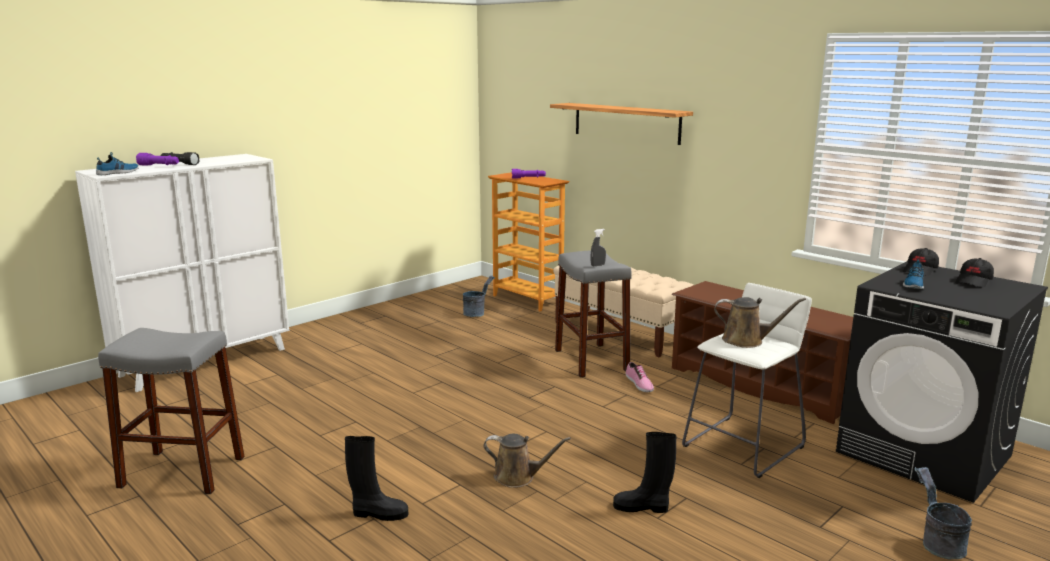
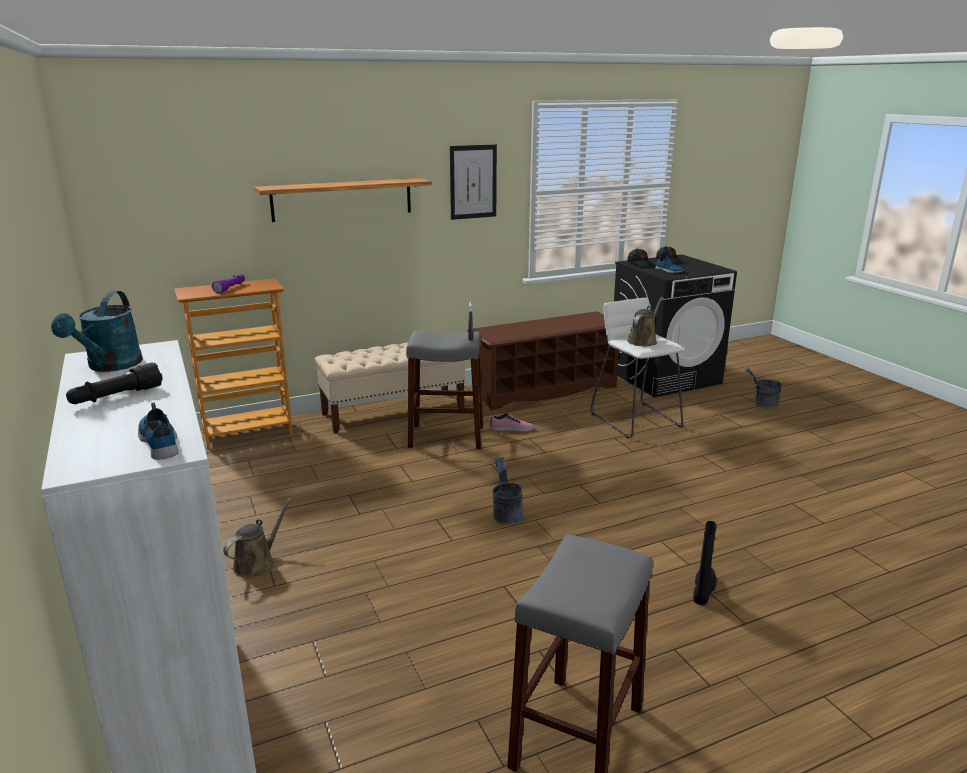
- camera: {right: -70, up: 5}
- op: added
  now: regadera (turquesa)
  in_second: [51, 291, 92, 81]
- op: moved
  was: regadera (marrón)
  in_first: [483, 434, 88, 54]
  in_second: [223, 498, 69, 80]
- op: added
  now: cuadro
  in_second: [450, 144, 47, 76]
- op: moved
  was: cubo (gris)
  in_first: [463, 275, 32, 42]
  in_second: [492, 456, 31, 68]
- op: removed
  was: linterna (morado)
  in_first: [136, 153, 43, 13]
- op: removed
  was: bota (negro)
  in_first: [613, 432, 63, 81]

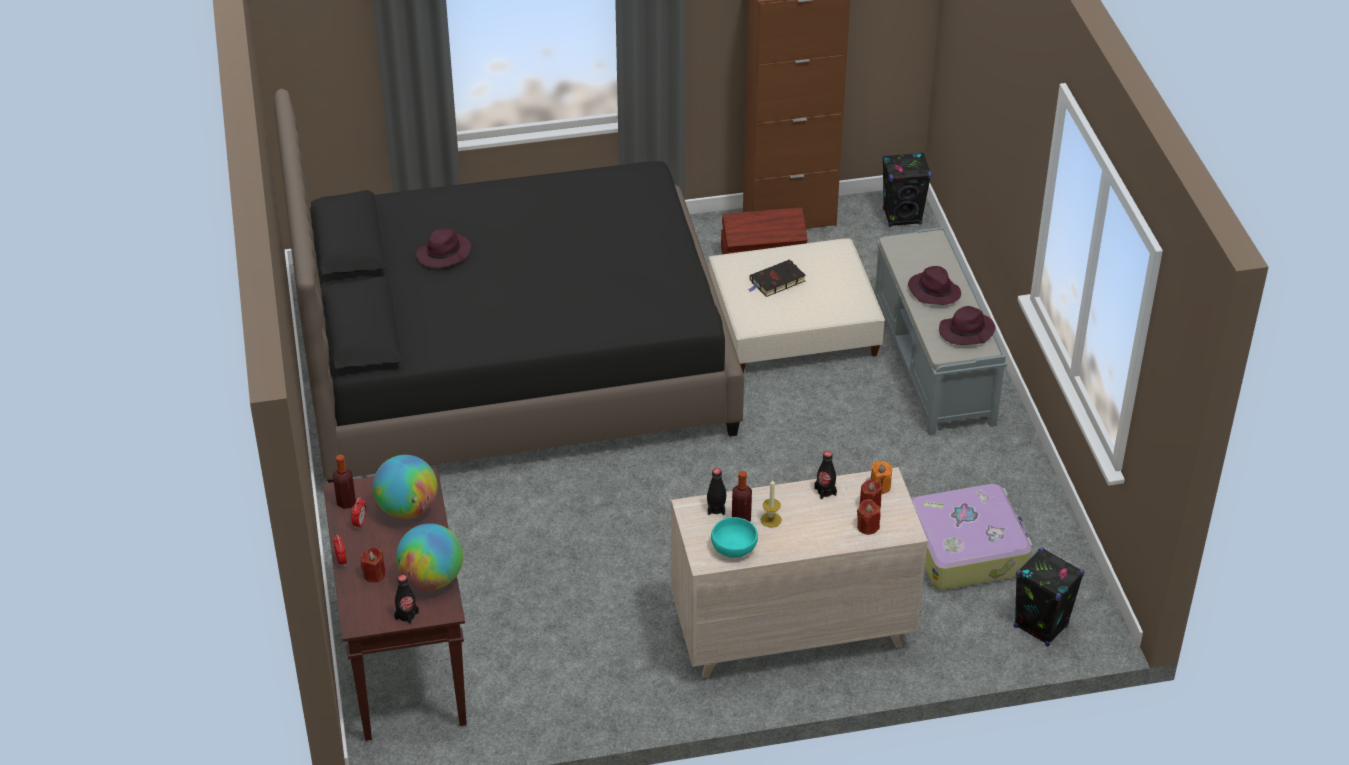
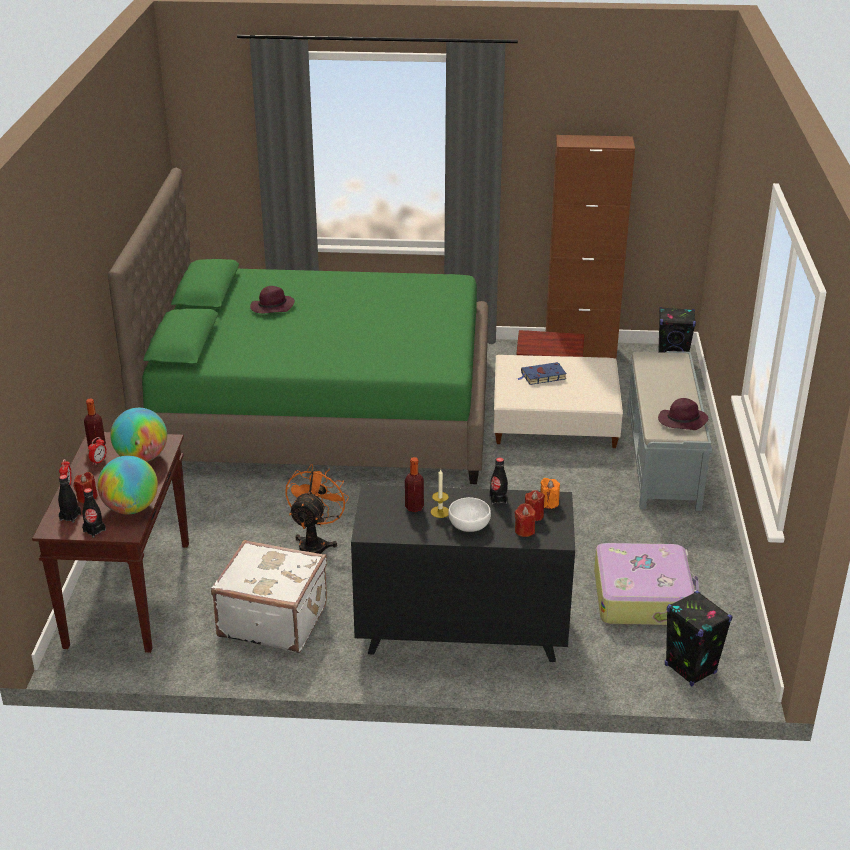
- camera: {right: 15, up: -10}
- op: moved
  was: botella (negro)
  in_first: [707, 468, 19, 47]
  in_second: [58, 475, 23, 48]
- op: recoloured
  was: cama (negro)
  now: cama (verde)
  in_first: [274, 89, 470, 394]
  in_second: [108, 168, 381, 316]
- op: added
  now: maleta (blanco)
  in_second: [211, 540, 116, 113]
- op: added
  now: ventilador (naranja)
  in_second: [285, 464, 64, 90]
- op: recoloured
  was: cómoda (beis)
  now: cómoda (negro)
  in_first: [671, 467, 257, 211]
  in_second: [351, 485, 224, 177]
- op: added
  now: cuenco (blanco)
  in_second: [448, 497, 43, 35]
- op: recoloured
  was: libro (negro)
  now: libro (azul)
  in_first: [748, 259, 58, 38]
  in_second: [517, 362, 50, 23]
- op: removed
  was: cuenco (turquesa)
  in_first: [711, 517, 47, 41]
- op: removed
  was: sombrero (morado)
  in_first: [908, 266, 53, 39]

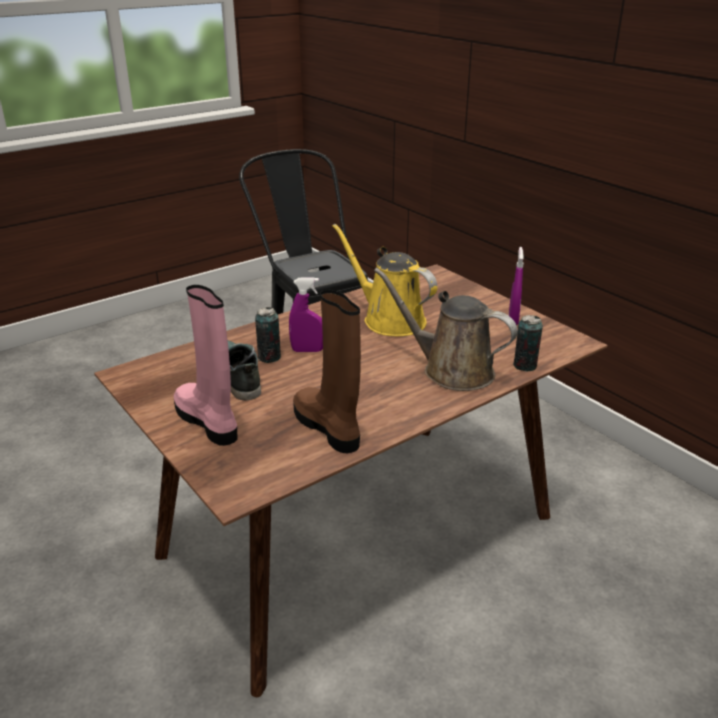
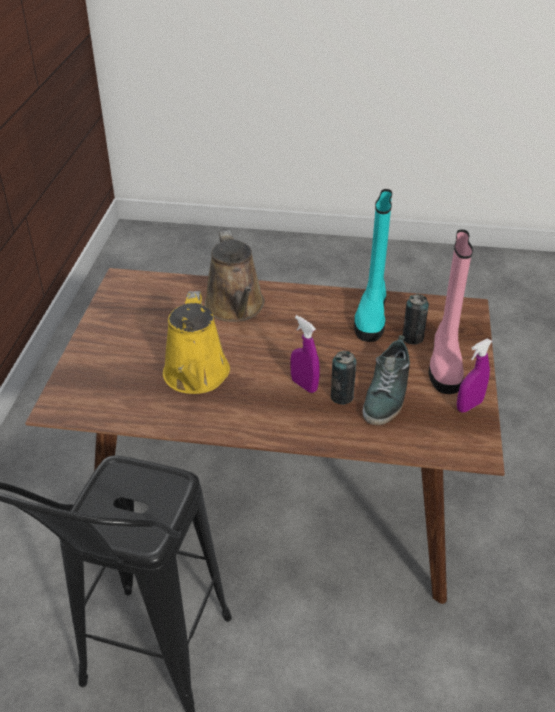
- camera: {right: -135, up: 10}
- op: recoloured
  was: bota (marrón)
  now: bota (turquesa)
  in_first: [293, 290, 68, 163]
  in_second: [354, 189, 38, 153]
- op: moved
  was: lata
  in_first: [513, 315, 30, 57]
  in_second: [402, 294, 27, 51]
- op: moved
  was: pulverizador (morado)
  in_first: [509, 247, 15, 78]
  in_second: [457, 339, 36, 73]

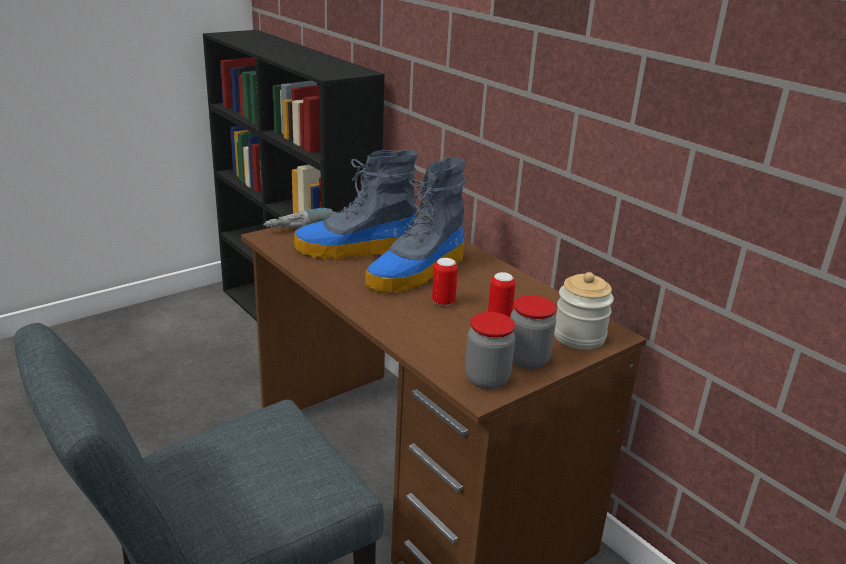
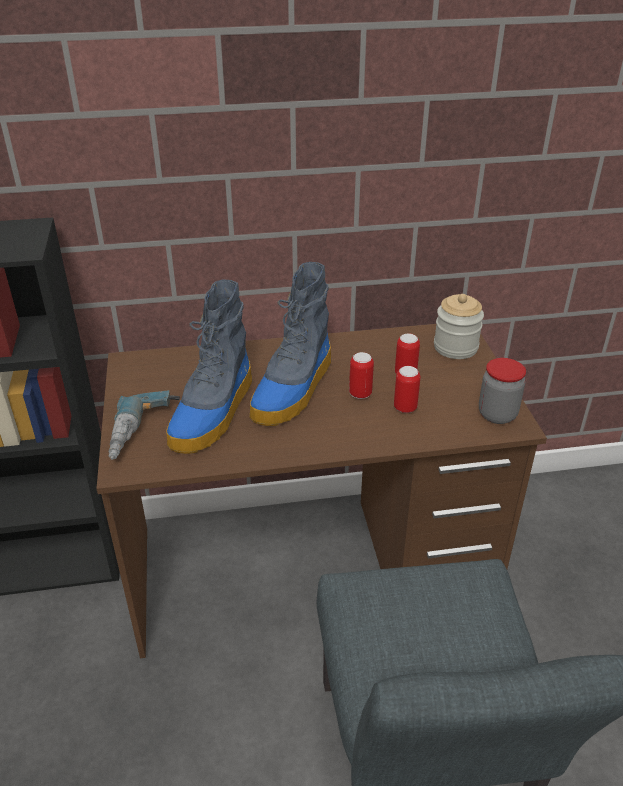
- camera: {right: -60, up: 10}
- op: turned
  was: bota
  in_first: [365, 157, 101, 137]
  in_second: [250, 262, 81, 164]
  clockwise: 45
- op: added
  now: lata
  in_second: [394, 366, 27, 47]
- op: removed
  was: tarro
  in_first: [510, 295, 46, 74]

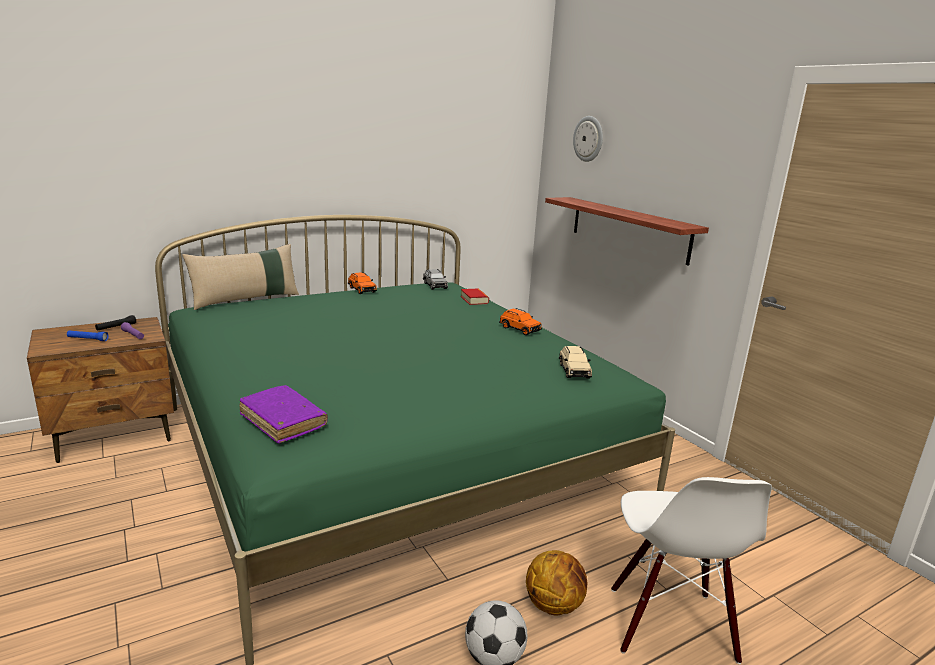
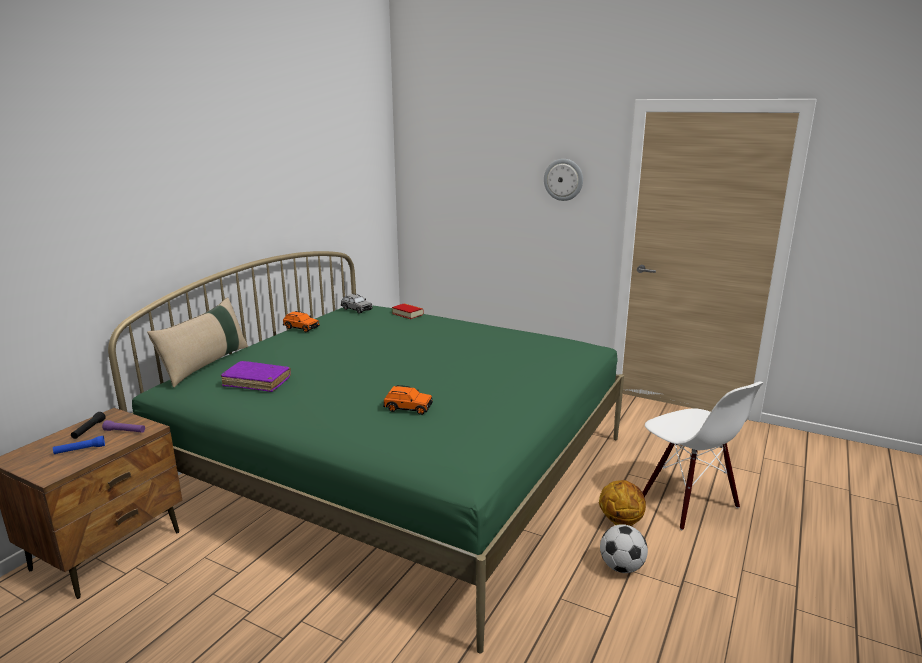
- camera: {right: -30, up: 0}
- op: moved
  was: libro (morado)
  in_first: [239, 385, 89, 58]
  in_second: [221, 361, 70, 31]
- op: moved
  was: coche de juguete (naranja)
  in_first: [499, 308, 43, 27]
  in_second: [383, 385, 50, 30]
- op: moved
  was: reloj de pared
  in_first: [573, 116, 30, 46]
  in_second: [544, 159, 39, 42]
- op: removed
  was: estante
  in_first: [545, 197, 164, 69]
- op: removed
  was: coche de juguete (beis)
  in_first: [559, 346, 33, 33]

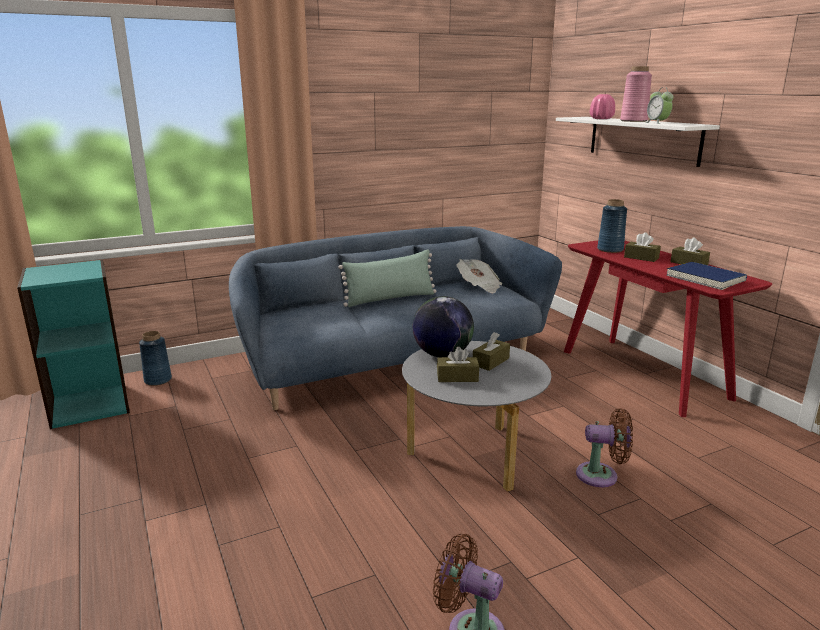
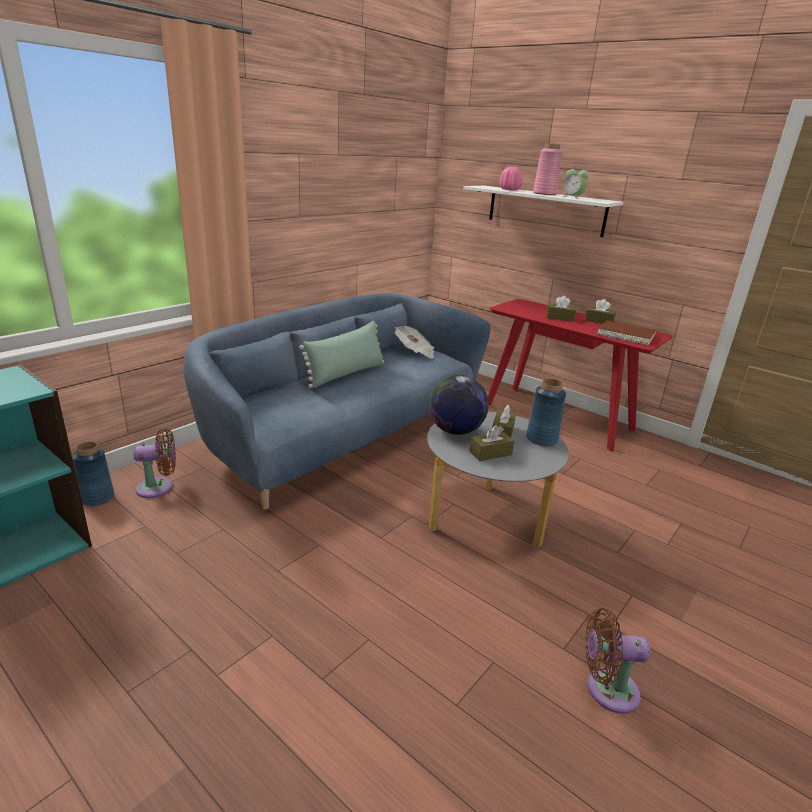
- camera: {right: -25, up: 5}
- op: moved
  was: ventilador (marrón)
  in_first: [576, 408, 57, 79]
  in_second: [133, 429, 43, 69]
- op: moved
  was: florero (azul)
  in_first: [597, 199, 30, 54]
  in_second: [526, 379, 40, 67]
- op: recoloured
  was: libro (azul)
  now: libro (marrón)
  in_first: [667, 262, 80, 28]
  in_second: [597, 320, 59, 25]

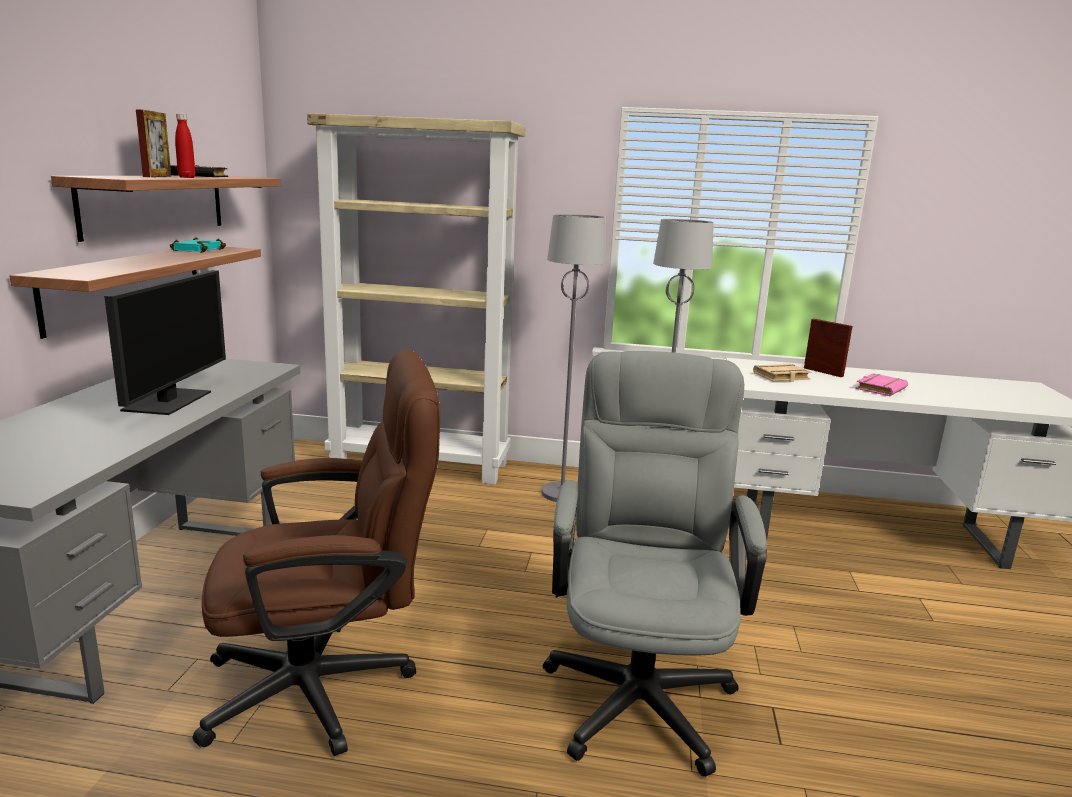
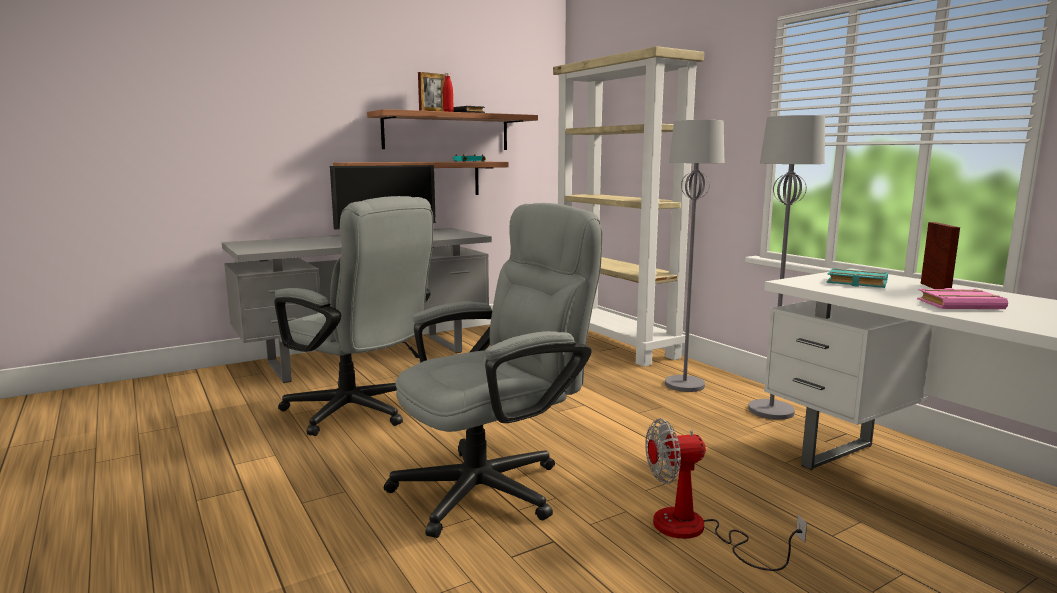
- camera: {right: 50, up: -5}
- op: recoloured
  was: silla de oficina (marrón)
  now: silla de oficina (gris)
  in_first: [193, 350, 247, 406]
  in_second: [274, 196, 159, 240]
- op: added
  now: ventilador
  in_second: [645, 419, 162, 152]
- op: recoloured
  was: libro (beis)
  now: libro (turquesa)
  in_first: [753, 364, 59, 18]
  in_second: [827, 268, 61, 20]

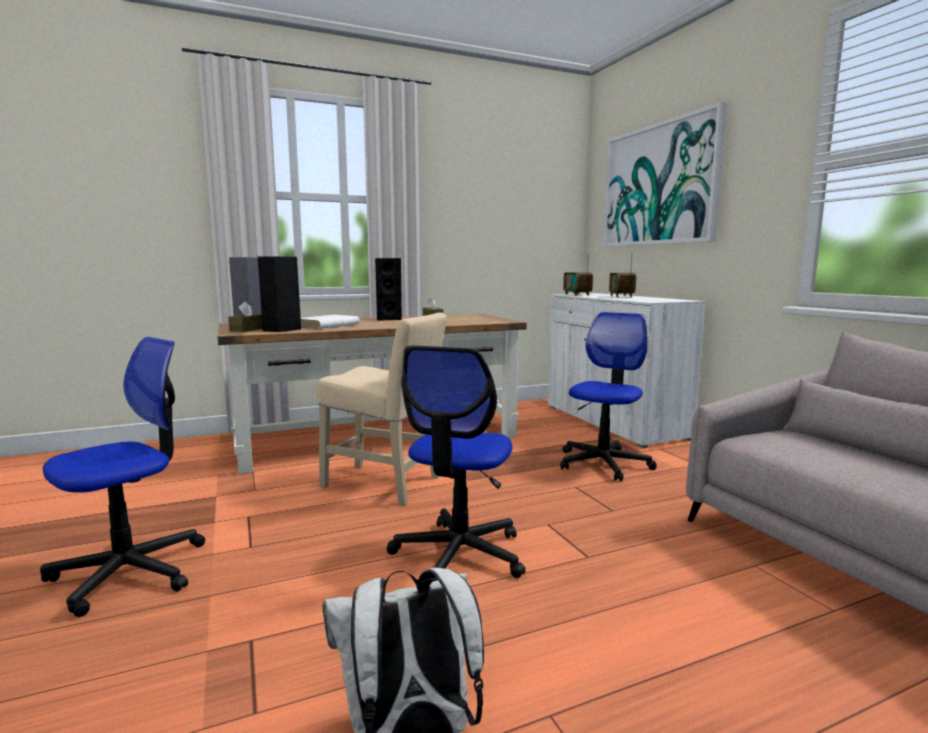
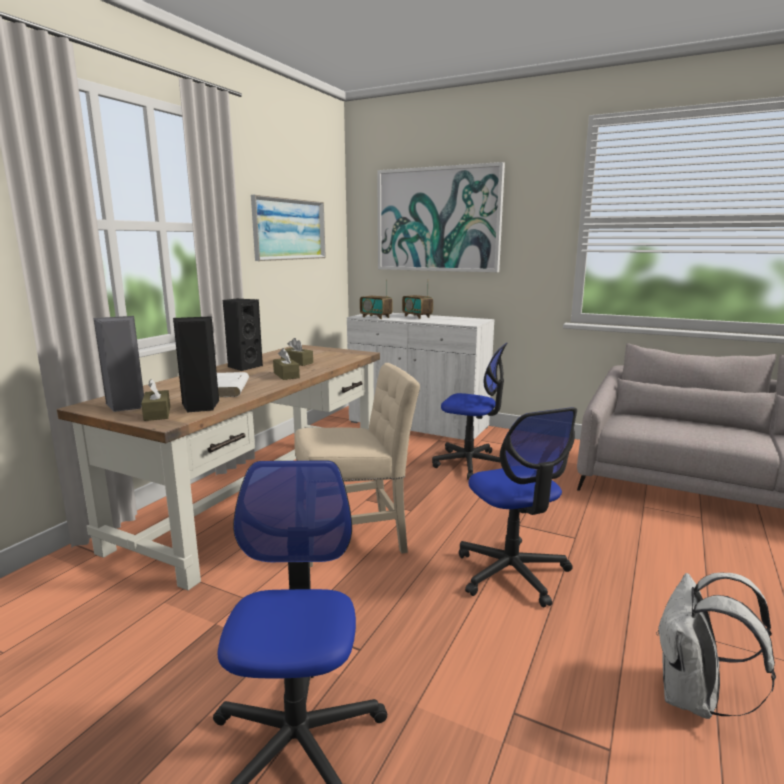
- camera: {right: -40, up: 5}
- op: added
  now: cuadro
  in_second: [251, 195, 75, 66]
- op: added
  now: caja de pañuelos (marrón)
  in_second: [273, 348, 27, 32]
- op: turned
  was: silla de oficina
  in_first: [560, 312, 97, 169]
  in_second: [432, 343, 75, 137]
  clockwise: 120

